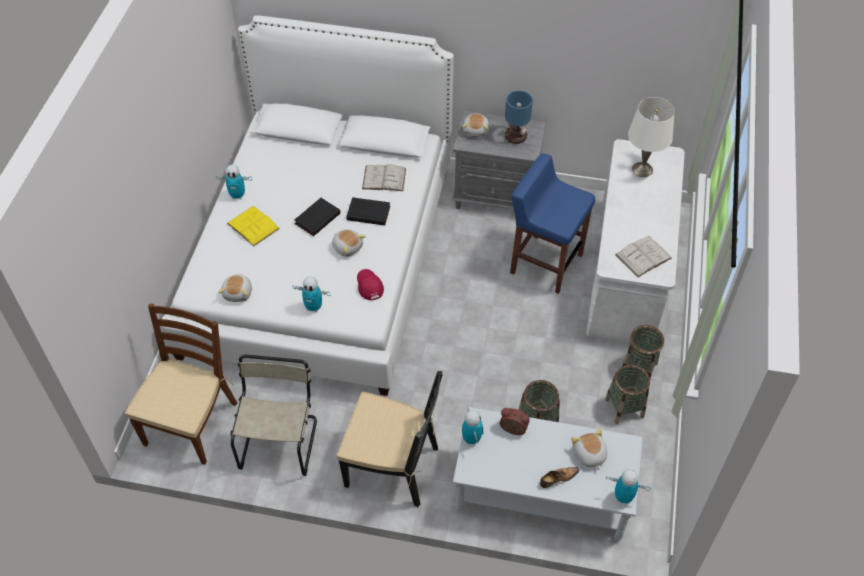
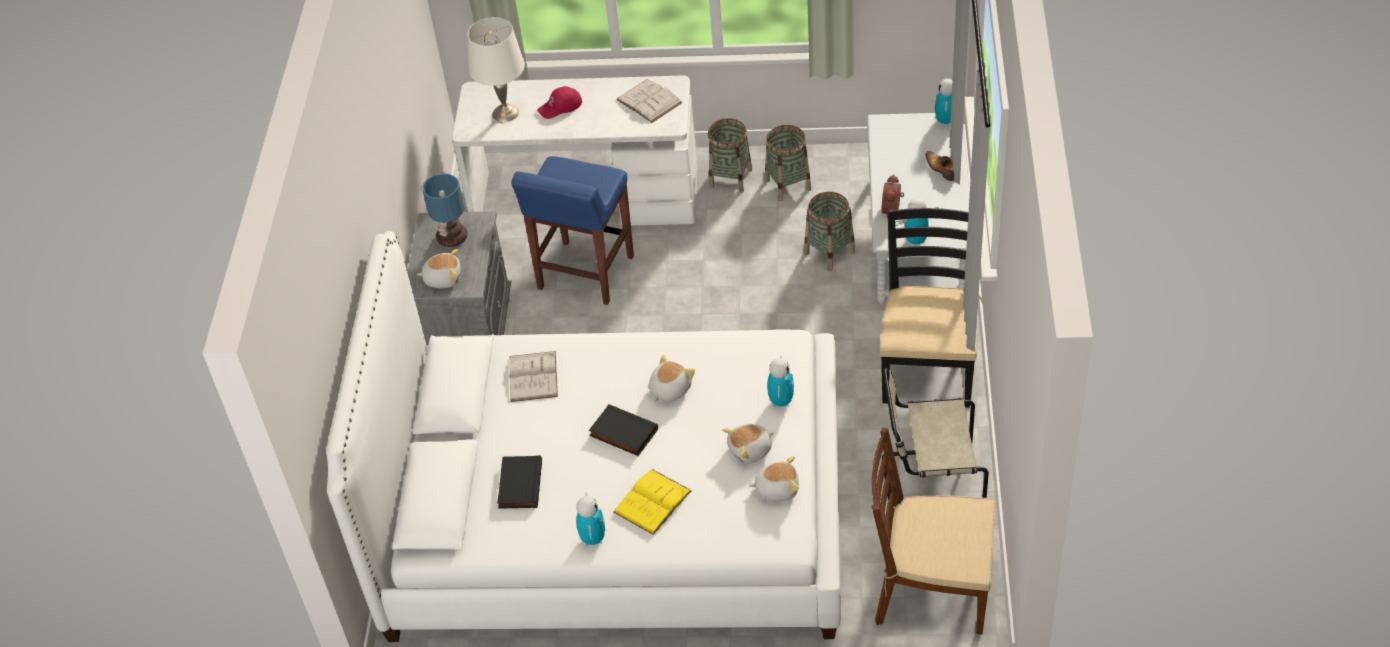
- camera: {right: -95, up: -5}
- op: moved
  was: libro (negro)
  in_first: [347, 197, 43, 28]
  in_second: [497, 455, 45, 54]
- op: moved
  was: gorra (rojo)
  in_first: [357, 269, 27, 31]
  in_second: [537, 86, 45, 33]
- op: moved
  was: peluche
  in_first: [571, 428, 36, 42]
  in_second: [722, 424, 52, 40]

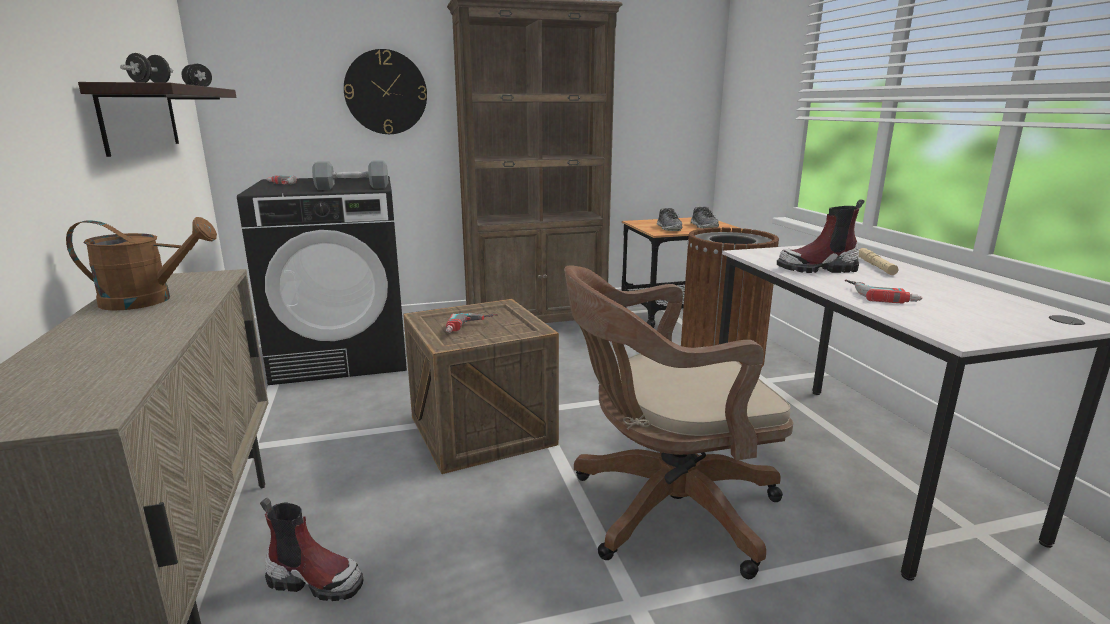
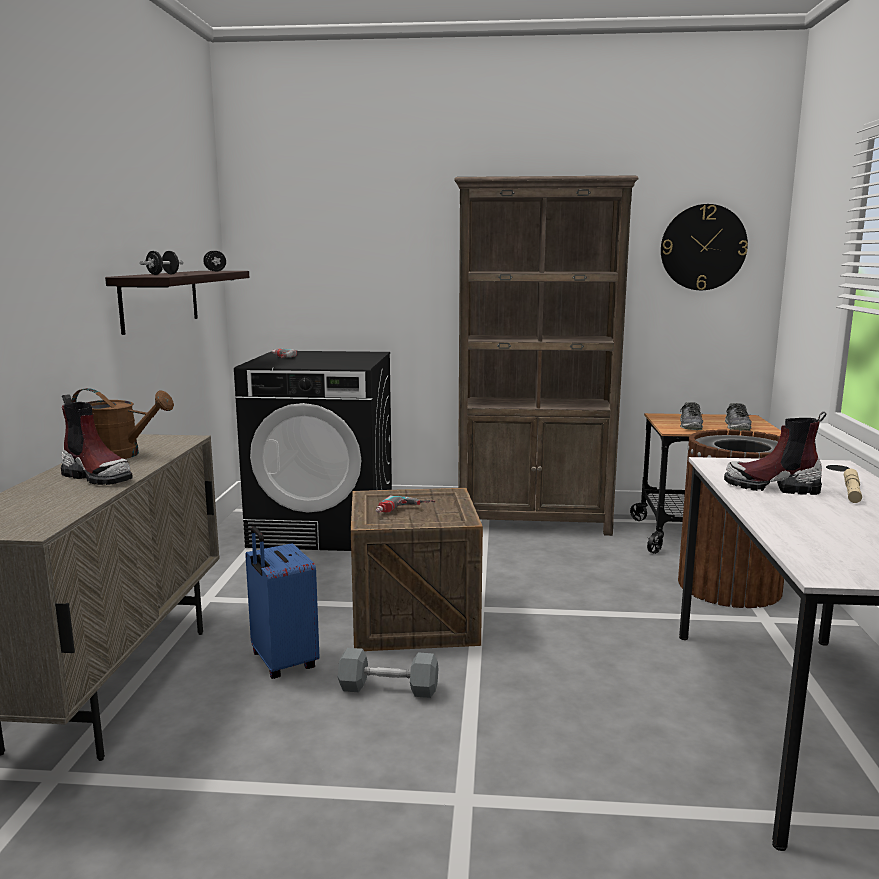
- camera: {right: 20, up: -5}
- op: moved
  was: bota
  in_first: [260, 498, 103, 103]
  in_second: [61, 394, 72, 91]
- op: added
  now: maleta (azul)
  in_second: [245, 526, 74, 153]
- op: moved
  was: mancuerna (gris)
  in_first: [312, 160, 76, 30]
  in_second: [337, 648, 102, 50]
- op: moved
  was: reloj de pared
  in_first: [344, 49, 83, 85]
  in_second: [661, 204, 87, 86]
- op: removed
  was: silla de oficina (marrón)
  in_first: [564, 265, 229, 314]
- op: removed
  was: taladro
  in_first: [845, 279, 77, 25]

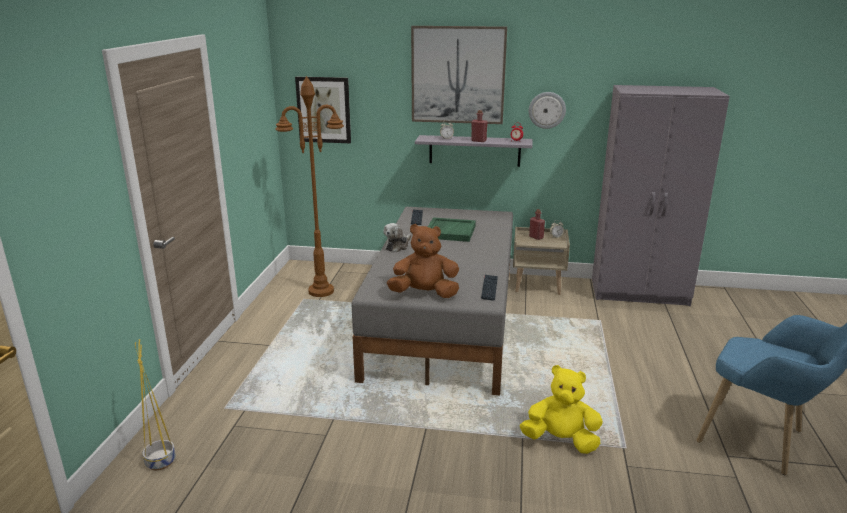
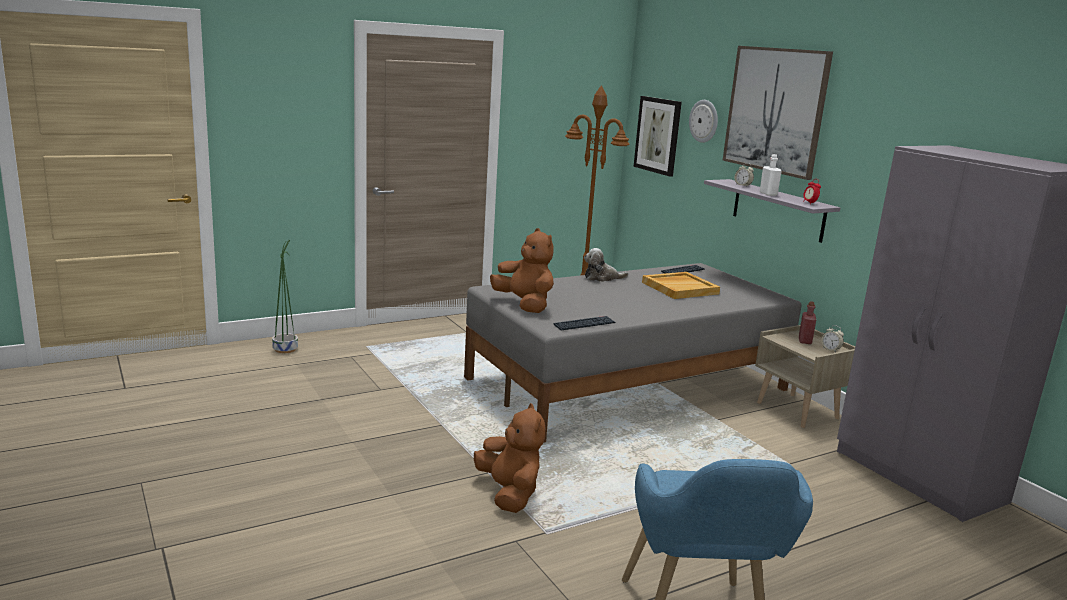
- camera: {right: 50, up: -5}
- op: recoloured
  was: maceta (amarillo)
  now: maceta (verde)
  in_first: [135, 339, 41, 131]
  in_second: [272, 240, 26, 113]
- op: recoloured
  was: peluche (amarillo)
  now: peluche (marrón)
  in_first: [520, 365, 83, 89]
  in_second: [474, 403, 71, 110]
- op: recoloured
  was: bandeja (verde)
  now: bandeja (beis)
  in_first: [428, 217, 48, 25]
  in_second: [642, 272, 78, 27]
- op: moved
  was: reloj de pared
  in_first: [529, 92, 37, 37]
  in_second: [689, 100, 29, 43]
- op: recoloured
  was: botella (rojo)
  now: botella (blanco)
  in_first: [471, 110, 17, 32]
  in_second: [760, 154, 22, 42]

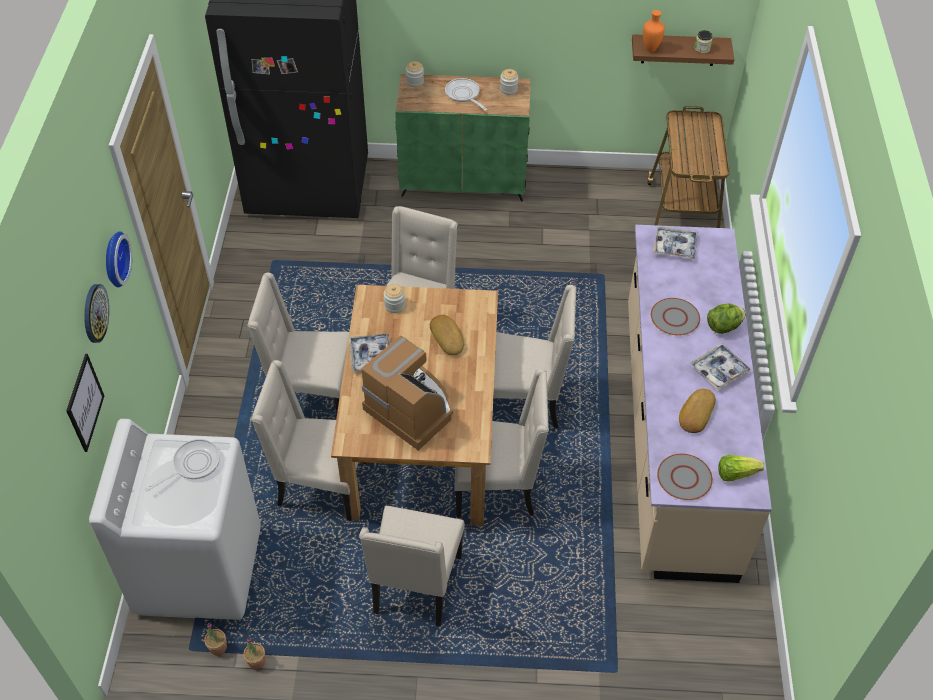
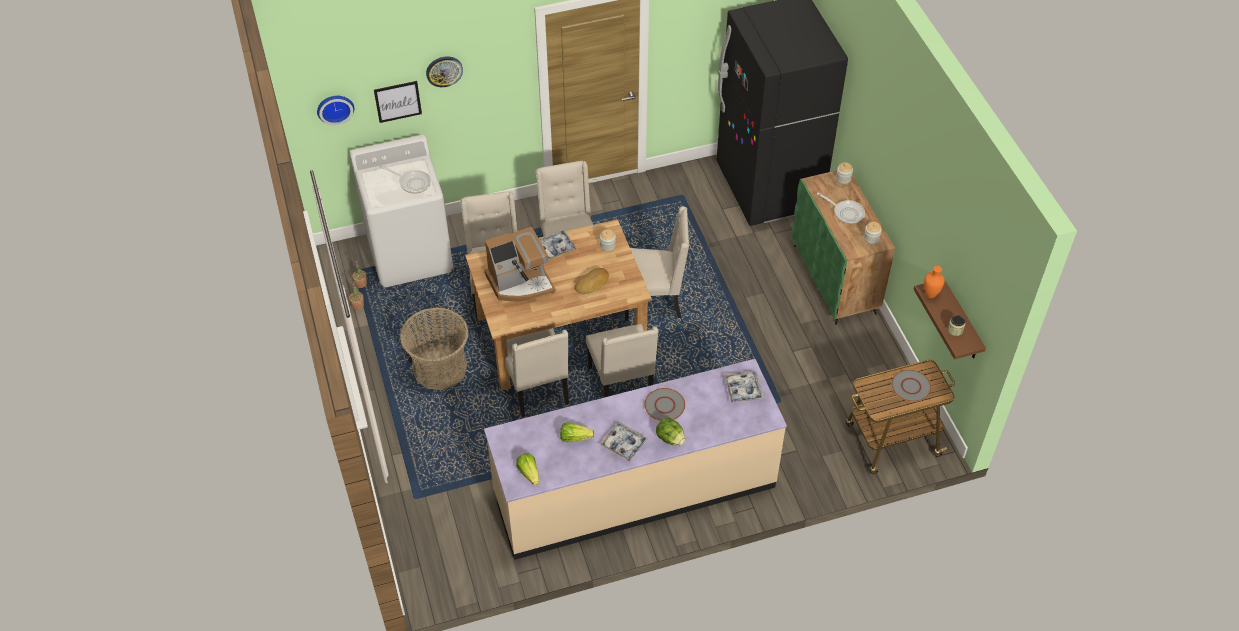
- camera: {right: 70, up: 0}
- op: moved
  was: reloj de pared
  in_first: [106, 231, 26, 57]
  in_second: [317, 96, 37, 29]
- op: replaced
  was: silla (beis)
  now: cesta
  in_first: [359, 506, 105, 121]
  in_second: [400, 307, 69, 83]
- op: turned
  was: cafetera
  in_first: [362, 336, 91, 115]
  in_second: [485, 227, 71, 75]
  clockwise: 45
- op: replaced
  was: pan
  now: lechuga
  in_first: [679, 389, 37, 44]
  in_second: [560, 422, 34, 20]
- op: turned
  was: sartén
  in_first: [445, 78, 42, 33]
  in_second: [817, 192, 48, 32]
  clockwise: 90
- op: moved
  was: plato (gris)
  in_first: [657, 454, 56, 46]
  in_second: [891, 370, 40, 32]

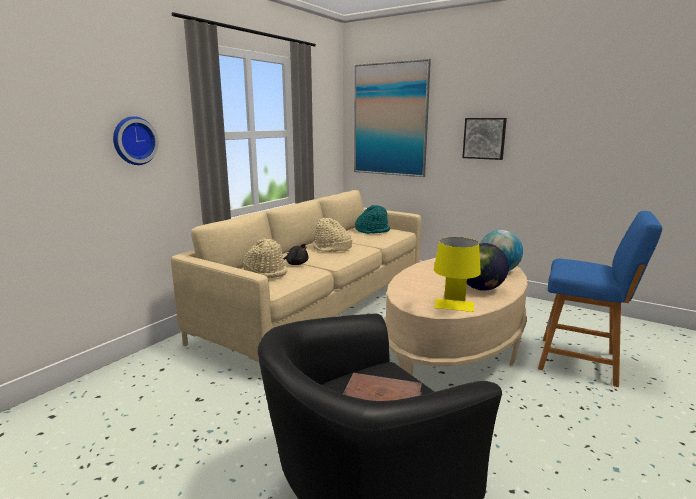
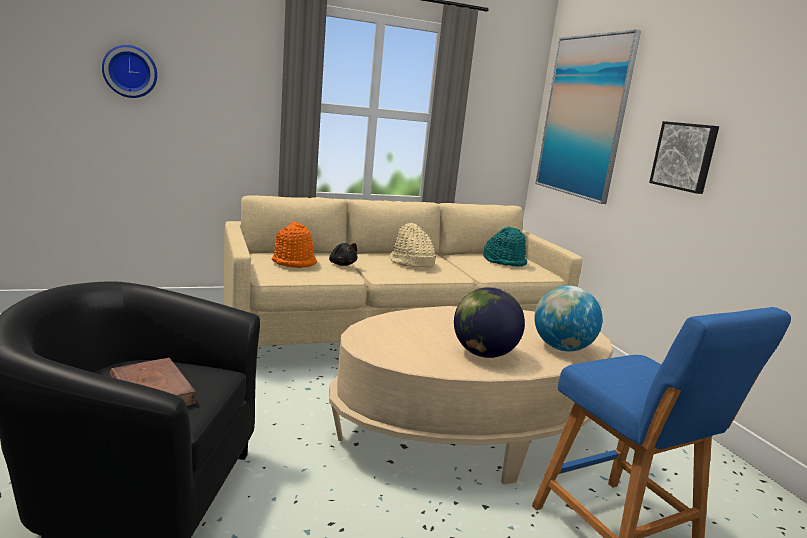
- camera: {right: 35, up: 0}
- op: moved
  was: reloj de pared
  in_first: [113, 116, 46, 49]
  in_second: [102, 45, 55, 53]
- op: recoloured
  was: sombrero (beis)
  now: sombrero (naranja)
  in_first: [243, 238, 45, 40]
  in_second: [272, 222, 45, 46]
- op: removed
  was: lámpara de mesa (amarillo)
  in_first: [434, 237, 47, 75]

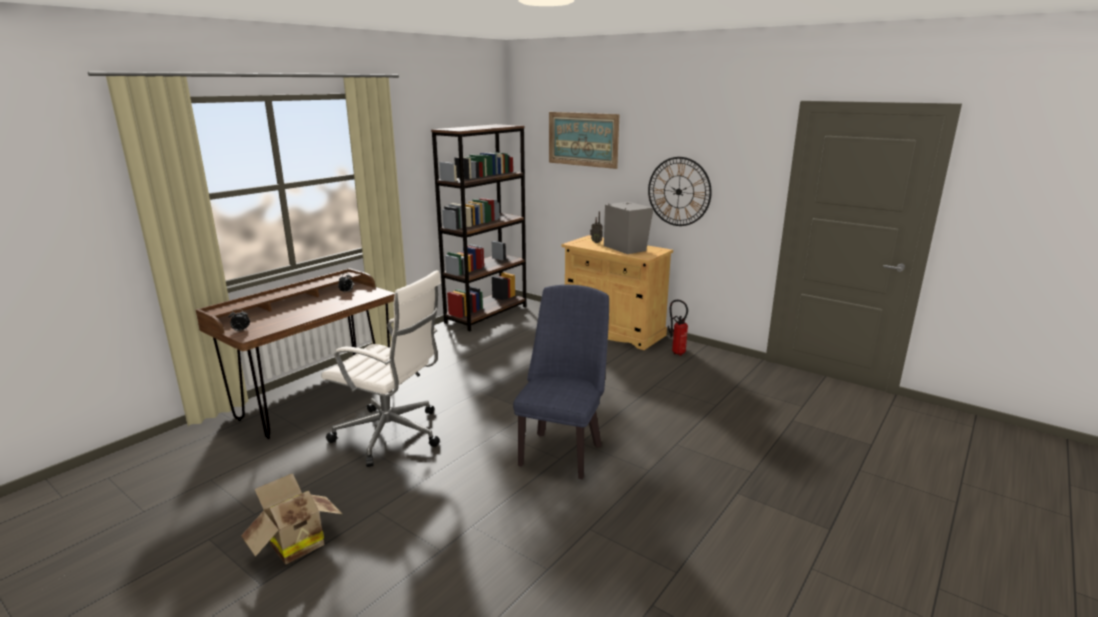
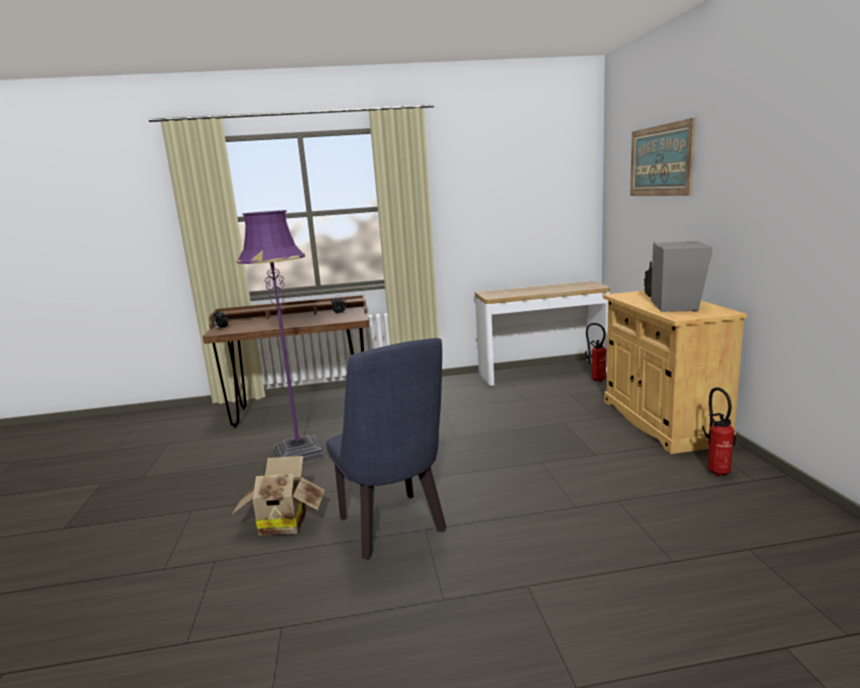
- camera: {right: 45, up: -5}
- op: moved
  was: caja de cartón
  in_first: [241, 473, 101, 91]
  in_second: [231, 456, 94, 80]
- op: replaced
  was: silla de oficina (blanco)
  now: lámpara de pie (morado)
  in_first: [321, 270, 120, 197]
  in_second: [236, 210, 89, 254]
- op: turned
  was: silla (azul)
  in_first: [513, 285, 96, 194]
  in_second: [326, 338, 121, 221]
  clockwise: 90
- op: replaced
  was: estantería (marrón)
  now: mesa consola
  in_first: [431, 124, 95, 207]
  in_second: [475, 281, 135, 105]
- op: added
  now: extintor
  in_second: [585, 323, 21, 59]
- op: removed
  was: reloj de pared
  in_first: [648, 157, 64, 69]

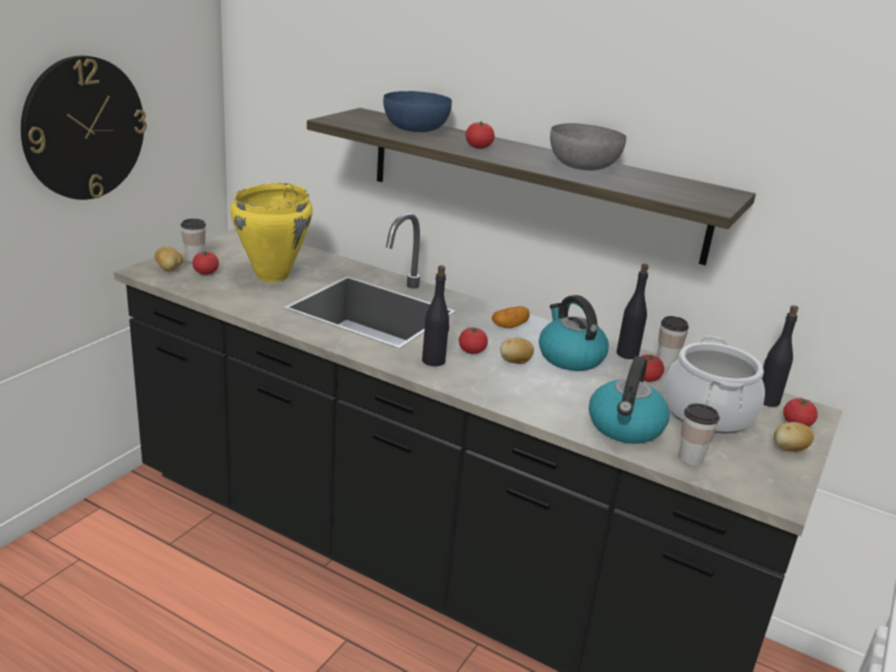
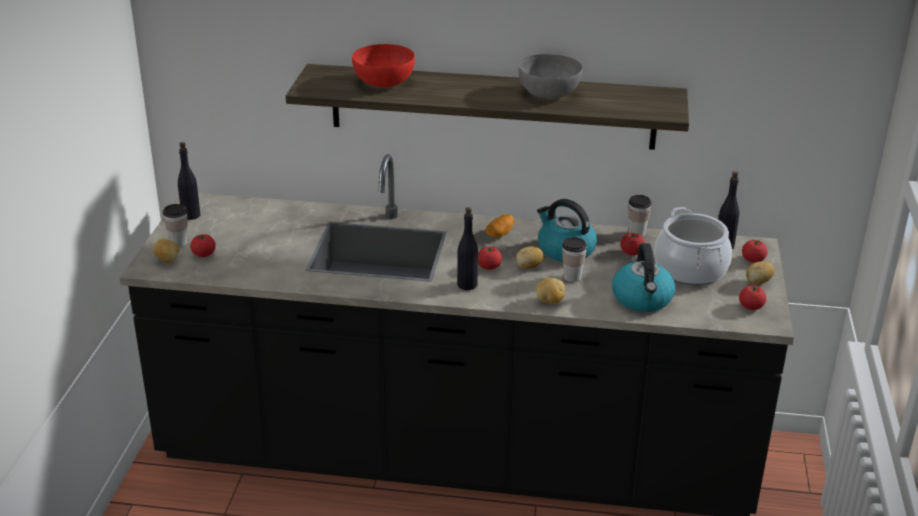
- camera: {right: -20, up: 5}
- op: moved
  was: botella (negro)
  in_first: [617, 264, 32, 95]
  in_second: [178, 142, 22, 78]
- op: recoloured
  was: cuenco (azul)
  now: cuenco (rojo)
  in_first: [383, 91, 69, 41]
  in_second: [352, 44, 63, 43]
- op: added
  now: patata
  in_second: [536, 278, 29, 25]
- op: moved
  was: taza
  in_first: [679, 404, 41, 61]
  in_second: [562, 237, 25, 45]
- op: moved
  was: tomate
  in_first: [465, 121, 30, 28]
  in_second: [739, 285, 27, 25]
- op: removed
  was: reloj de pared
  in_first: [21, 56, 126, 144]
- op: removed
  was: olla (amarillo)
  in_first: [230, 183, 83, 99]

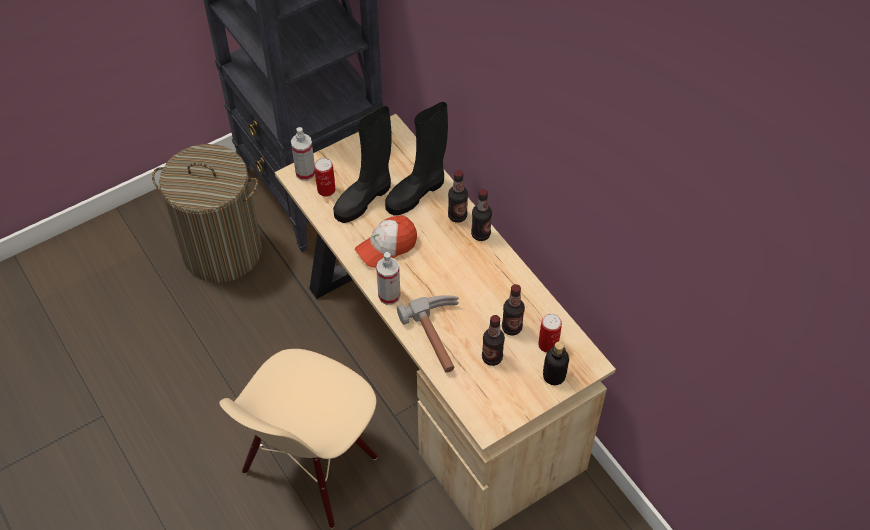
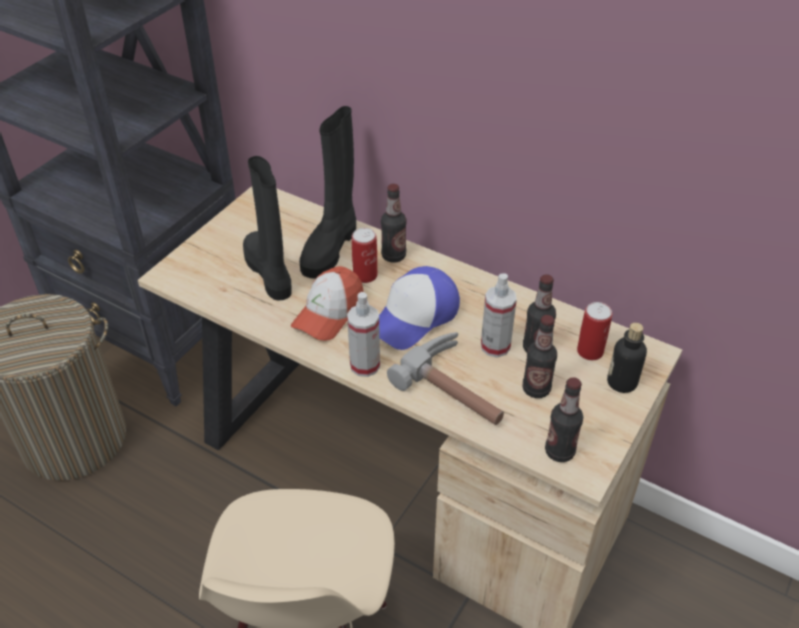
- camera: {right: -25, up: -10}
- op: turned
  was: bota (negro)
  in_first: [333, 106, 59, 117]
  in_second: [243, 156, 49, 145]
  clockwise: 135
- op: moved
  was: lata
  in_first: [314, 158, 21, 39]
  in_second: [352, 228, 25, 55]
- op: added
  now: gorra
  in_second: [379, 266, 81, 84]
- op: moved
  was: pulverizador
  in_first: [291, 127, 24, 54]
  in_second: [481, 273, 36, 85]
- op: moved
  was: botella
  in_first: [471, 189, 21, 52]
  in_second: [545, 377, 38, 85]

